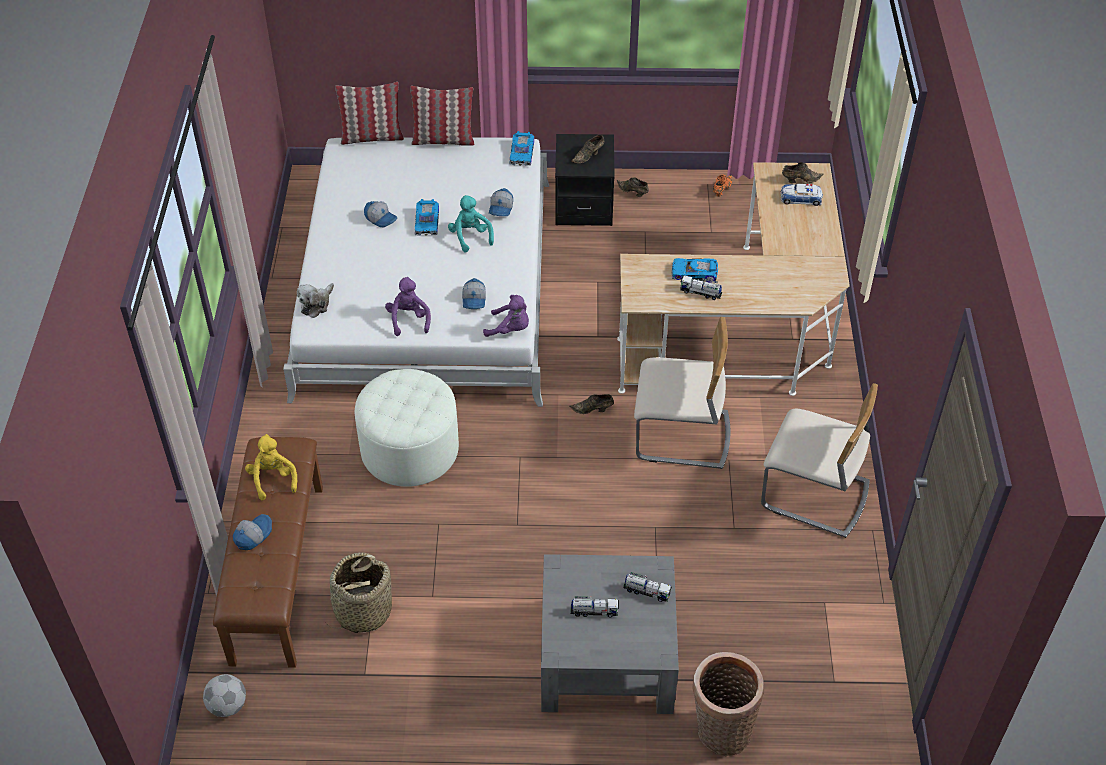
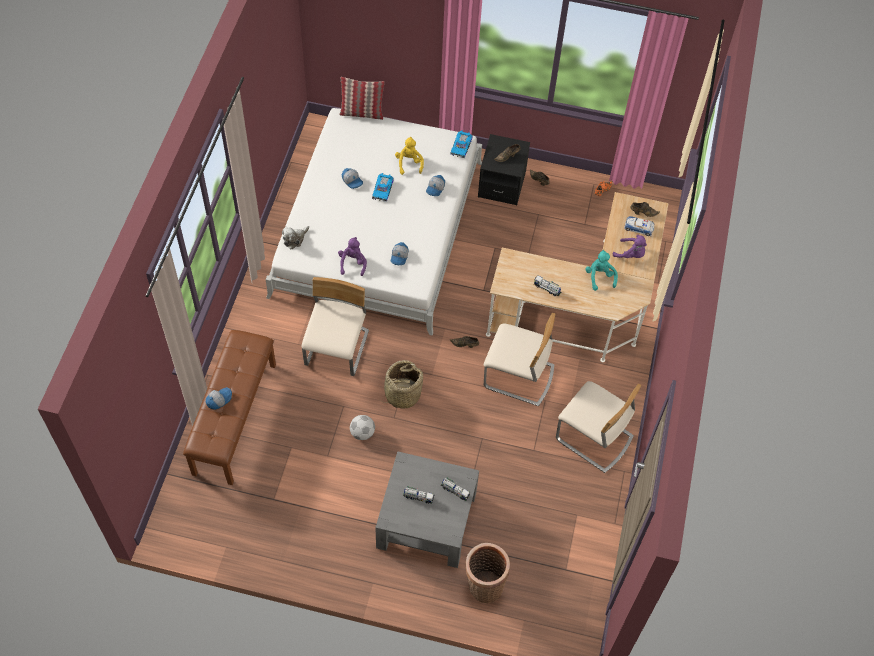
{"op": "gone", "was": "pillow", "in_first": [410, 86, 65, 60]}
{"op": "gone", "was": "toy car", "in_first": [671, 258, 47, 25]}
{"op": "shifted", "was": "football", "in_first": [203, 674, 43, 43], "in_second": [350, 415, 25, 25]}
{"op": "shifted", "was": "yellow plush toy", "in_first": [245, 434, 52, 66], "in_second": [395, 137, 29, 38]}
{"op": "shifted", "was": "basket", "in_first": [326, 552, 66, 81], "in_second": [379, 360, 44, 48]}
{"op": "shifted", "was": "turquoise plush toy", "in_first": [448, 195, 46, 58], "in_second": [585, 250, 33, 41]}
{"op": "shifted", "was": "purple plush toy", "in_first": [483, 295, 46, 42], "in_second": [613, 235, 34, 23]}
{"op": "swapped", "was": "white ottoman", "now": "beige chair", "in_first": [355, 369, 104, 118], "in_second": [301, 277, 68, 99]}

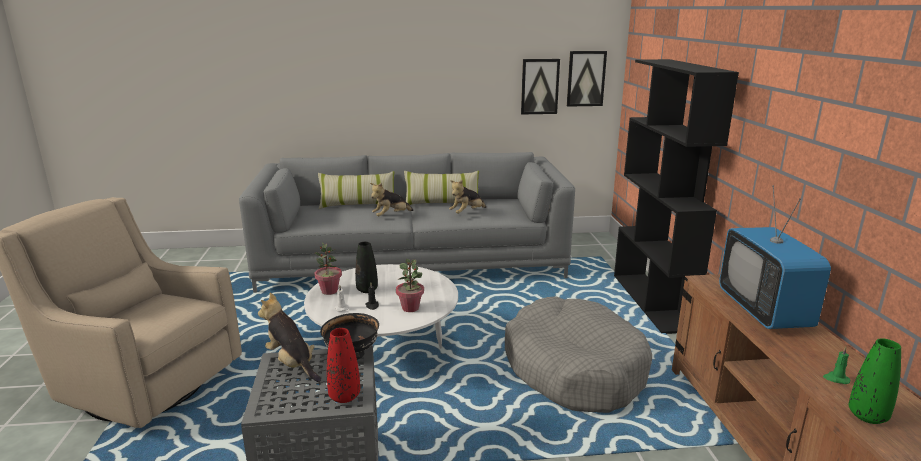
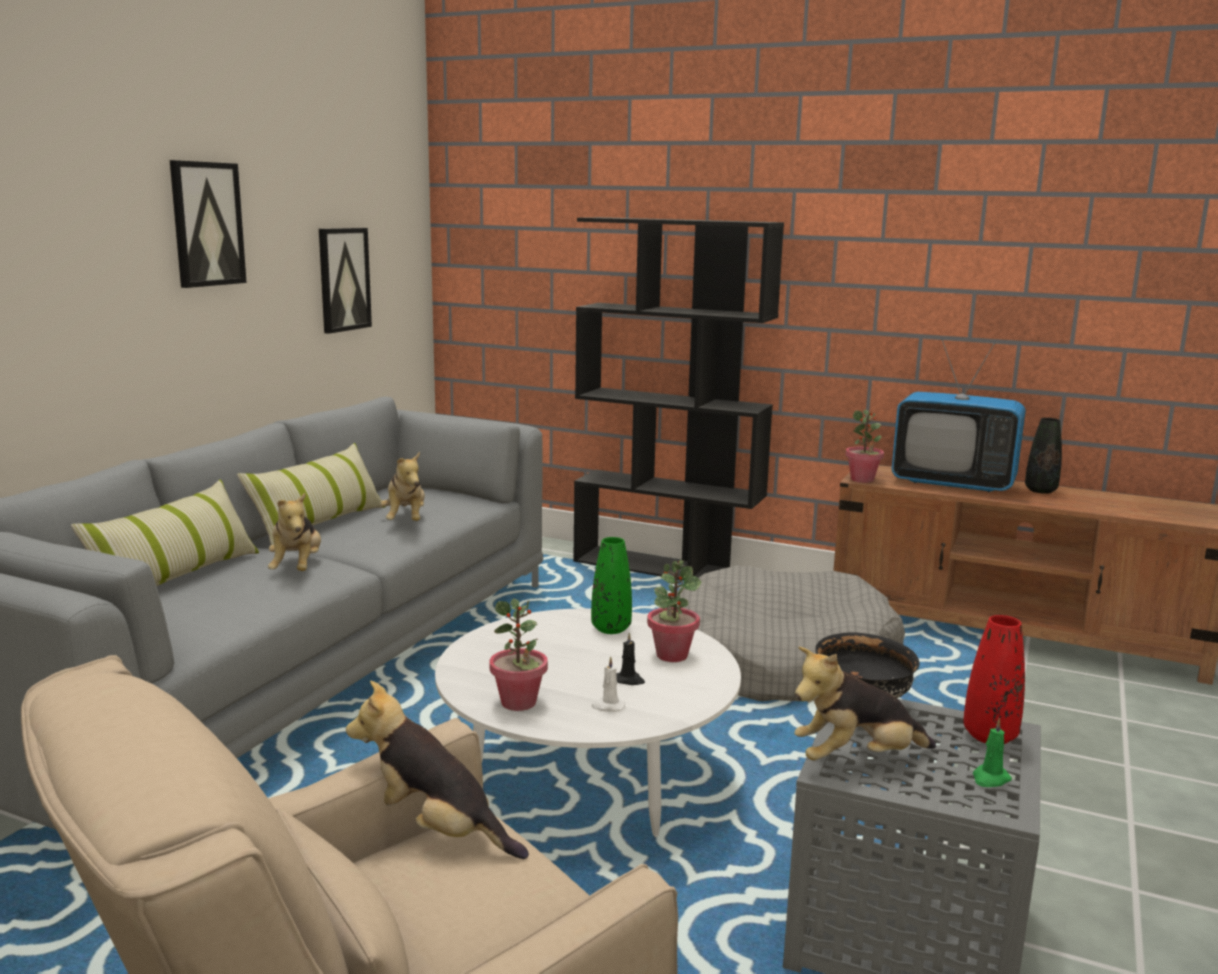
{"op": "new", "now": "plush toy", "in_second": [346, 681, 183, 178]}
{"op": "new", "now": "potted plant", "in_second": [845, 409, 39, 74]}
{"op": "shifted", "was": "black vase", "in_first": [355, 242, 23, 51], "in_second": [1025, 418, 37, 76]}
{"op": "shifted", "was": "picture", "in_first": [567, 51, 40, 56], "in_second": [170, 160, 77, 128]}
{"op": "shifted", "was": "green candle", "in_first": [823, 347, 27, 37], "in_second": [973, 718, 39, 69]}
{"op": "shifted", "was": "green vase", "in_first": [849, 338, 52, 86], "in_second": [591, 537, 41, 97]}

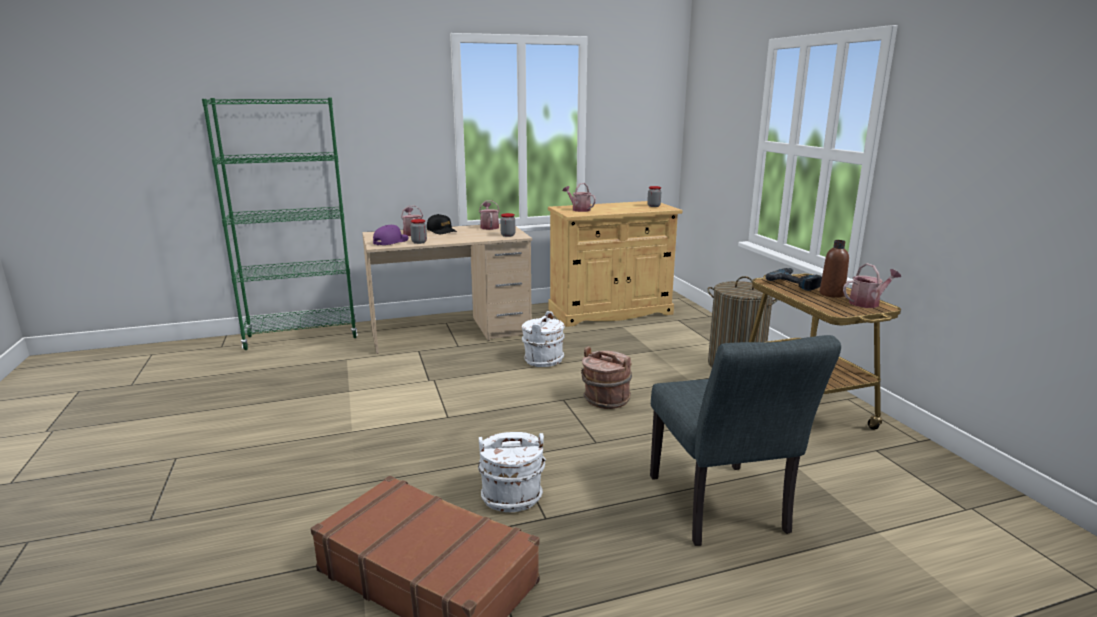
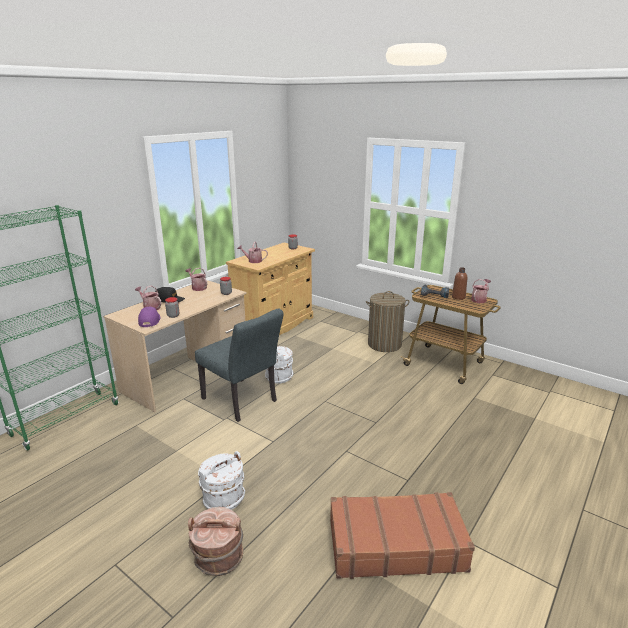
{"op": "shifted", "was": "white bucket", "in_first": [478, 432, 68, 80], "in_second": [198, 451, 47, 59]}
{"op": "shifted", "was": "brown bucket", "in_first": [581, 346, 51, 63], "in_second": [188, 507, 55, 69]}
{"op": "shifted", "was": "grey chair", "in_first": [650, 335, 191, 211], "in_second": [195, 308, 89, 114]}

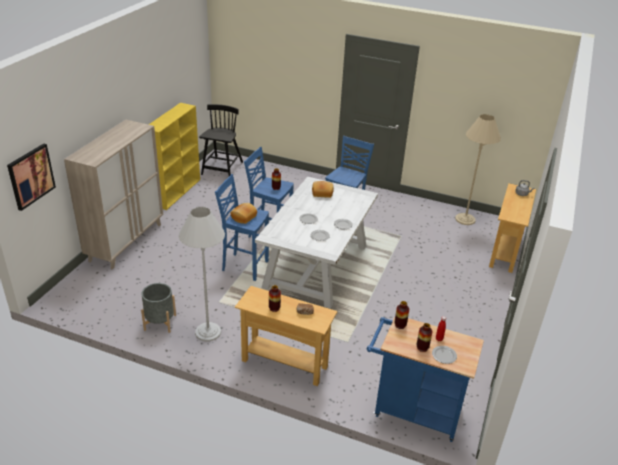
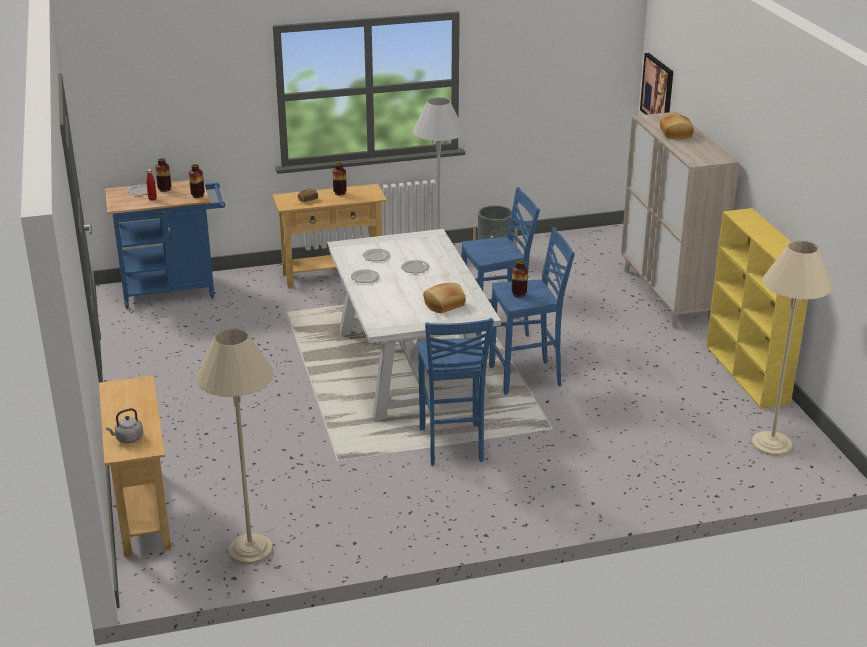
{"op": "shifted", "was": "bread", "in_first": [231, 203, 26, 21], "in_second": [660, 113, 34, 27]}
{"op": "swapped", "was": "black chair", "now": "beige floor lamp", "in_first": [199, 104, 44, 72], "in_second": [752, 241, 81, 215]}

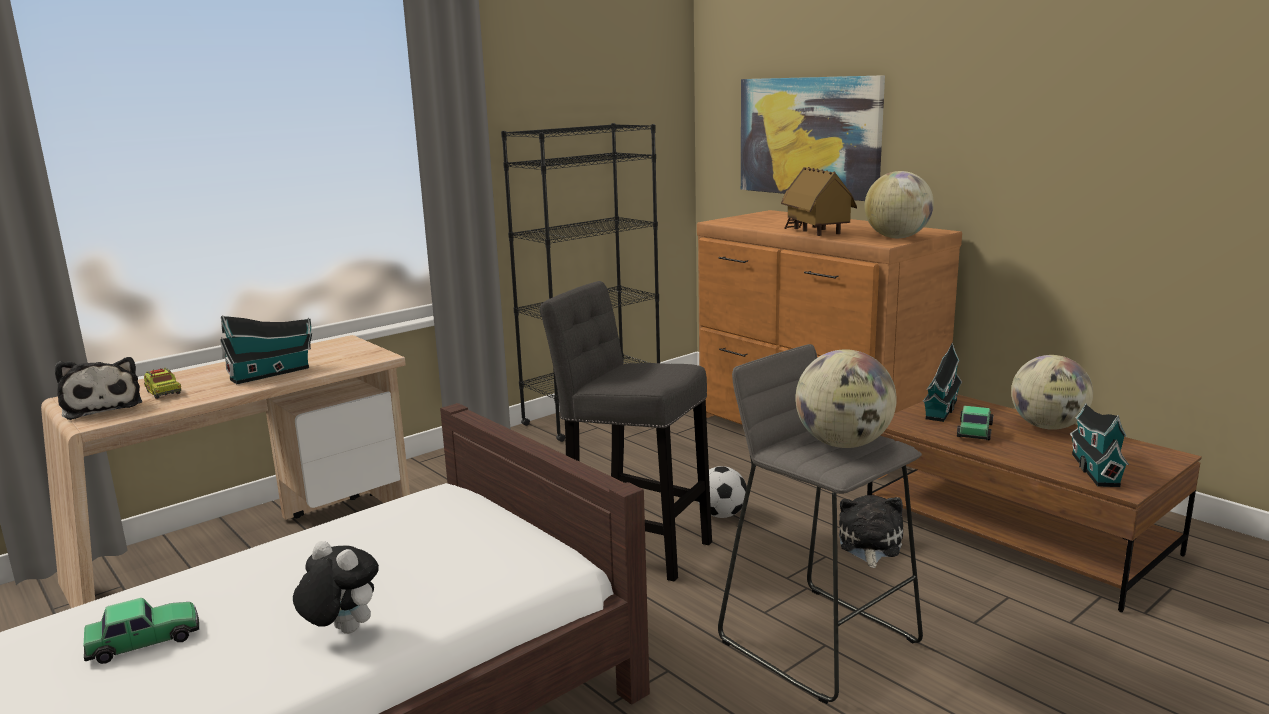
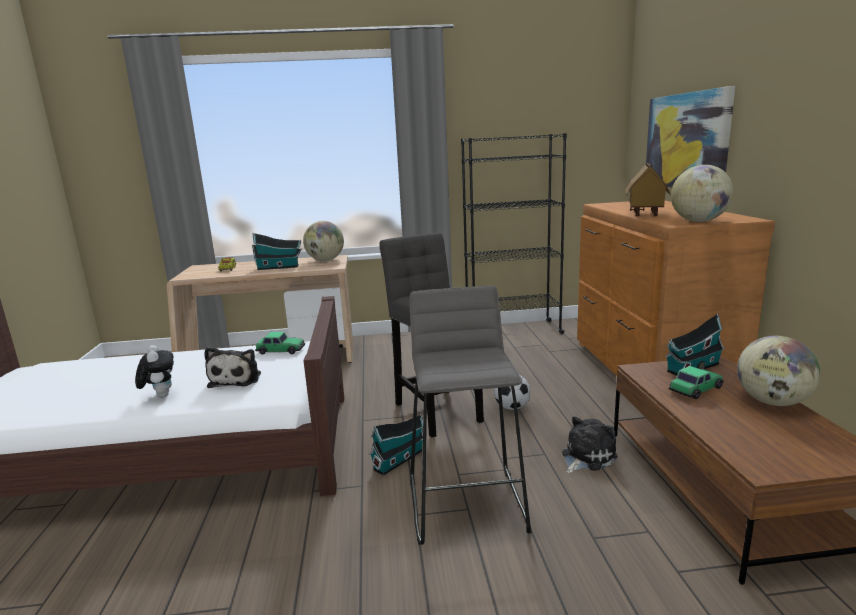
{"op": "shifted", "was": "plush toy", "in_first": [55, 357, 87, 63], "in_second": [204, 347, 57, 41]}
{"op": "shifted", "was": "toy car", "in_first": [84, 598, 115, 66], "in_second": [255, 332, 50, 23]}
{"op": "shifted", "was": "globe", "in_first": [795, 349, 102, 99], "in_second": [303, 221, 41, 40]}
{"op": "shifted", "was": "toy house", "in_first": [1070, 403, 59, 84], "in_second": [369, 414, 54, 62]}

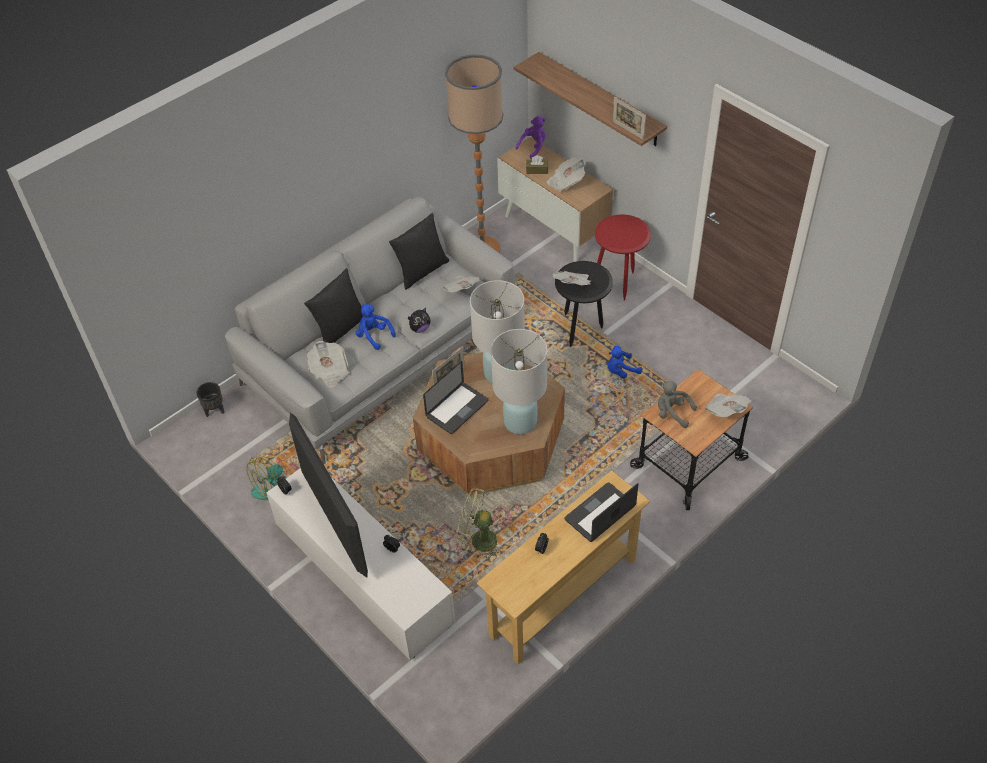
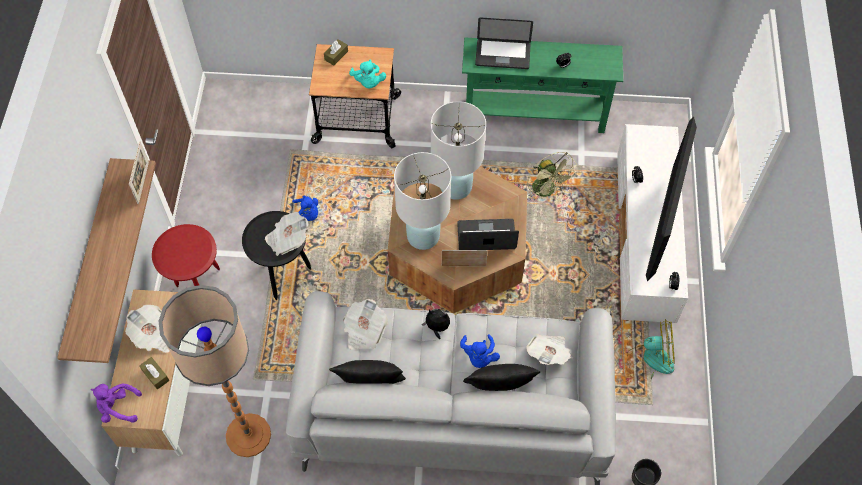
{"op": "swapped", "was": "newspaper", "now": "brown tissue box", "in_first": [704, 393, 47, 24], "in_second": [324, 39, 24, 26]}
{"op": "repainted", "was": "beige console table", "now": "green console table", "in_first": [477, 470, 173, 194], "in_second": [462, 38, 161, 95]}
{"op": "repainted", "was": "grey plush toy", "now": "turquoise plush toy", "in_first": [658, 381, 39, 47], "in_second": [349, 60, 37, 28]}

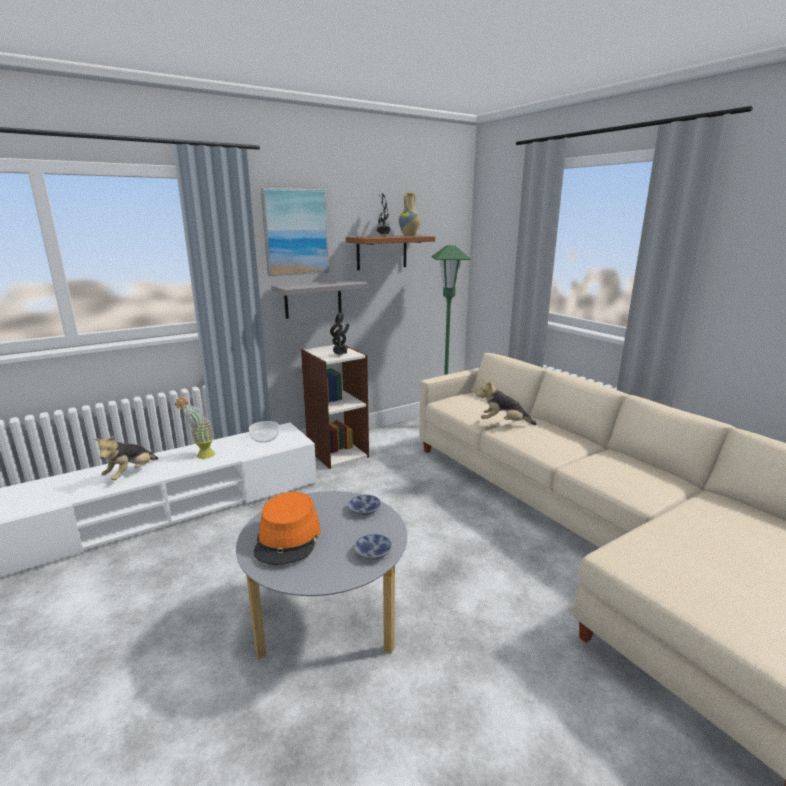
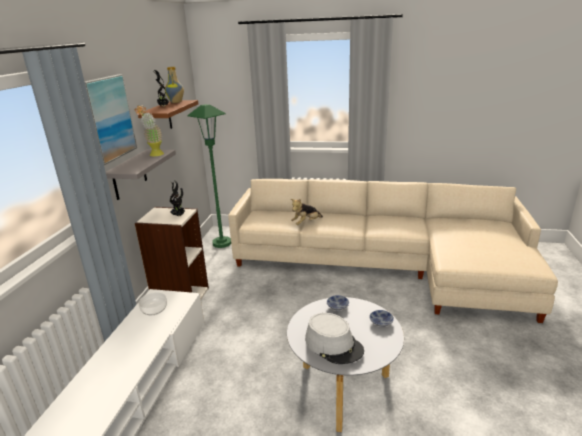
{"op": "gone", "was": "plush toy", "in_first": [94, 436, 64, 44]}
{"op": "shifted", "was": "potted plant", "in_first": [175, 396, 40, 63], "in_second": [135, 106, 29, 50]}
{"op": "repainted", "was": "orange hat", "now": "grey hat", "in_first": [254, 492, 66, 73], "in_second": [305, 313, 59, 51]}

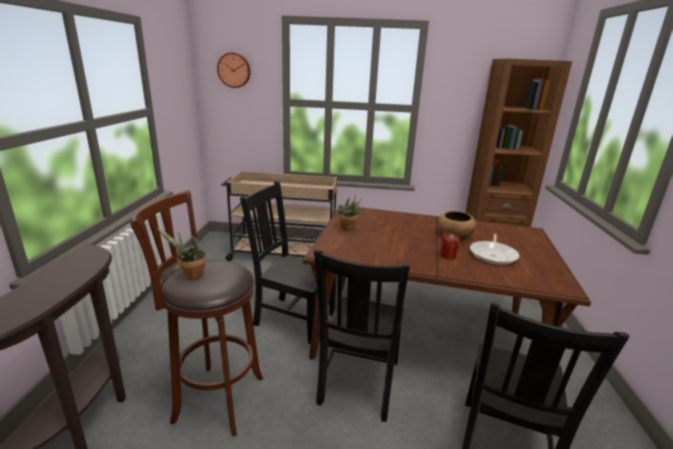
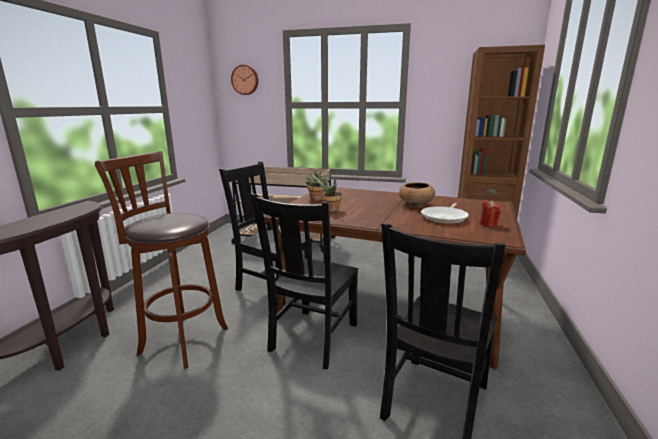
{"op": "shifted", "was": "potted plant", "in_first": [157, 228, 50, 52], "in_second": [309, 173, 33, 39]}
{"op": "shifted", "was": "red candle", "in_first": [439, 234, 20, 26], "in_second": [480, 200, 20, 27]}

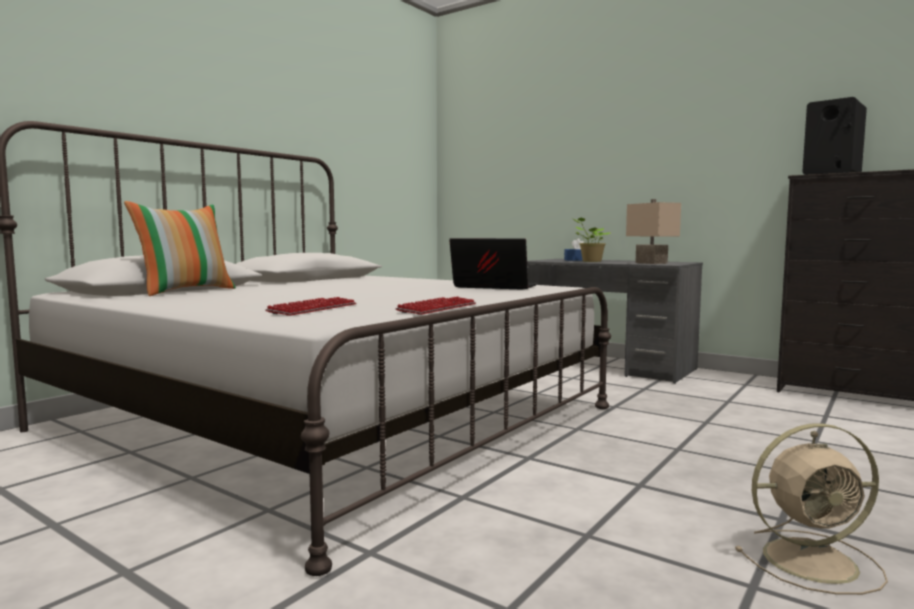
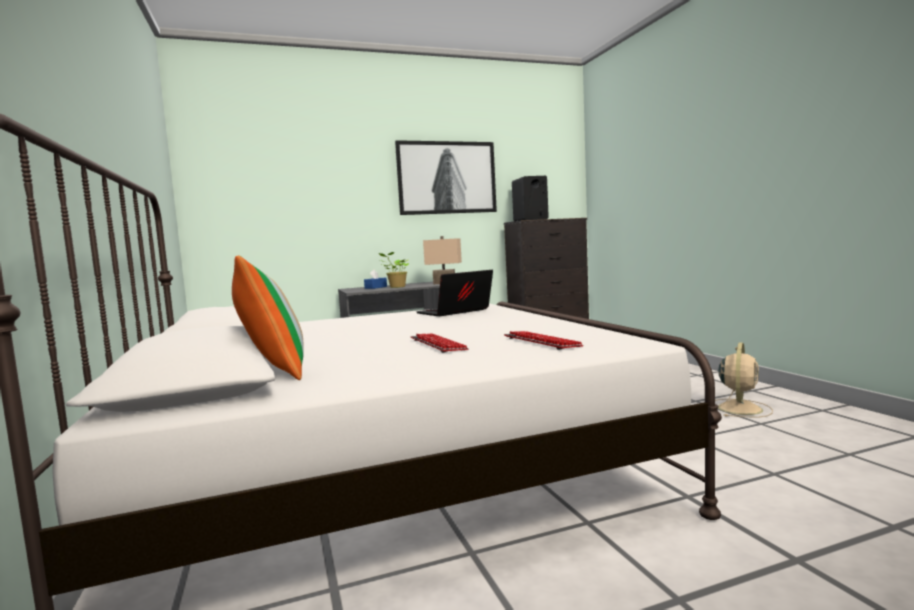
{"op": "new", "now": "picture", "in_second": [395, 140, 102, 75]}
{"op": "shifted", "was": "keyboard", "in_first": [395, 297, 81, 18], "in_second": [411, 333, 58, 20]}

